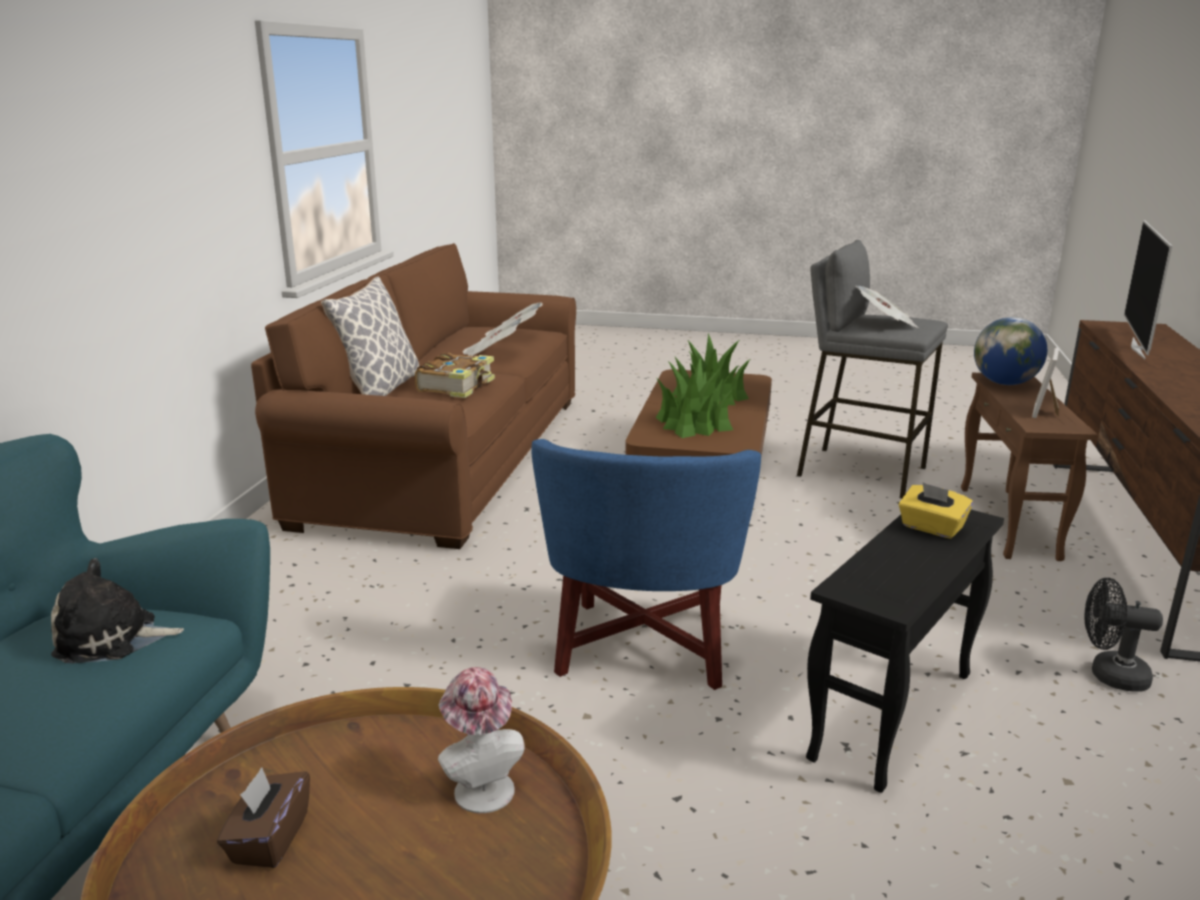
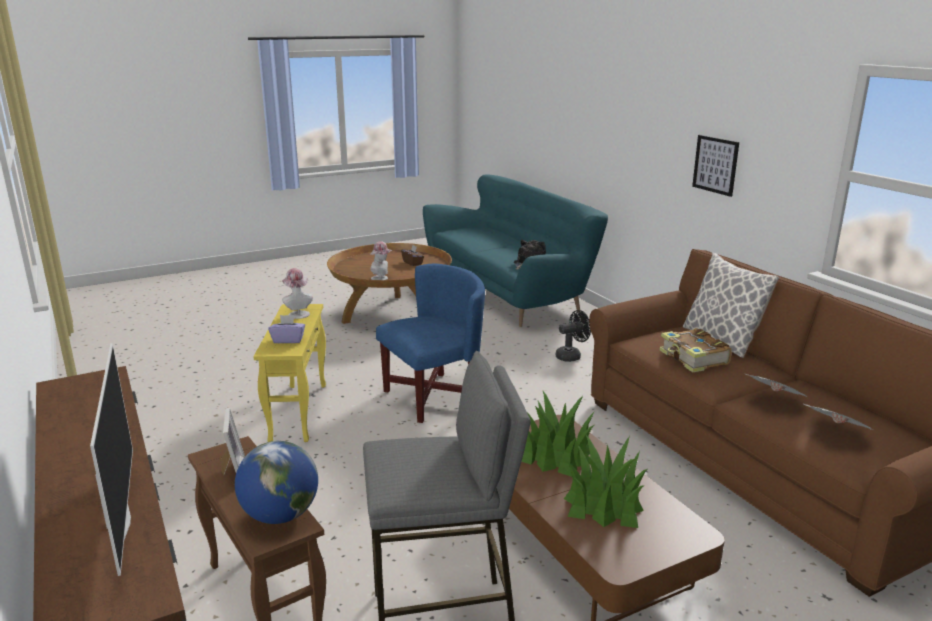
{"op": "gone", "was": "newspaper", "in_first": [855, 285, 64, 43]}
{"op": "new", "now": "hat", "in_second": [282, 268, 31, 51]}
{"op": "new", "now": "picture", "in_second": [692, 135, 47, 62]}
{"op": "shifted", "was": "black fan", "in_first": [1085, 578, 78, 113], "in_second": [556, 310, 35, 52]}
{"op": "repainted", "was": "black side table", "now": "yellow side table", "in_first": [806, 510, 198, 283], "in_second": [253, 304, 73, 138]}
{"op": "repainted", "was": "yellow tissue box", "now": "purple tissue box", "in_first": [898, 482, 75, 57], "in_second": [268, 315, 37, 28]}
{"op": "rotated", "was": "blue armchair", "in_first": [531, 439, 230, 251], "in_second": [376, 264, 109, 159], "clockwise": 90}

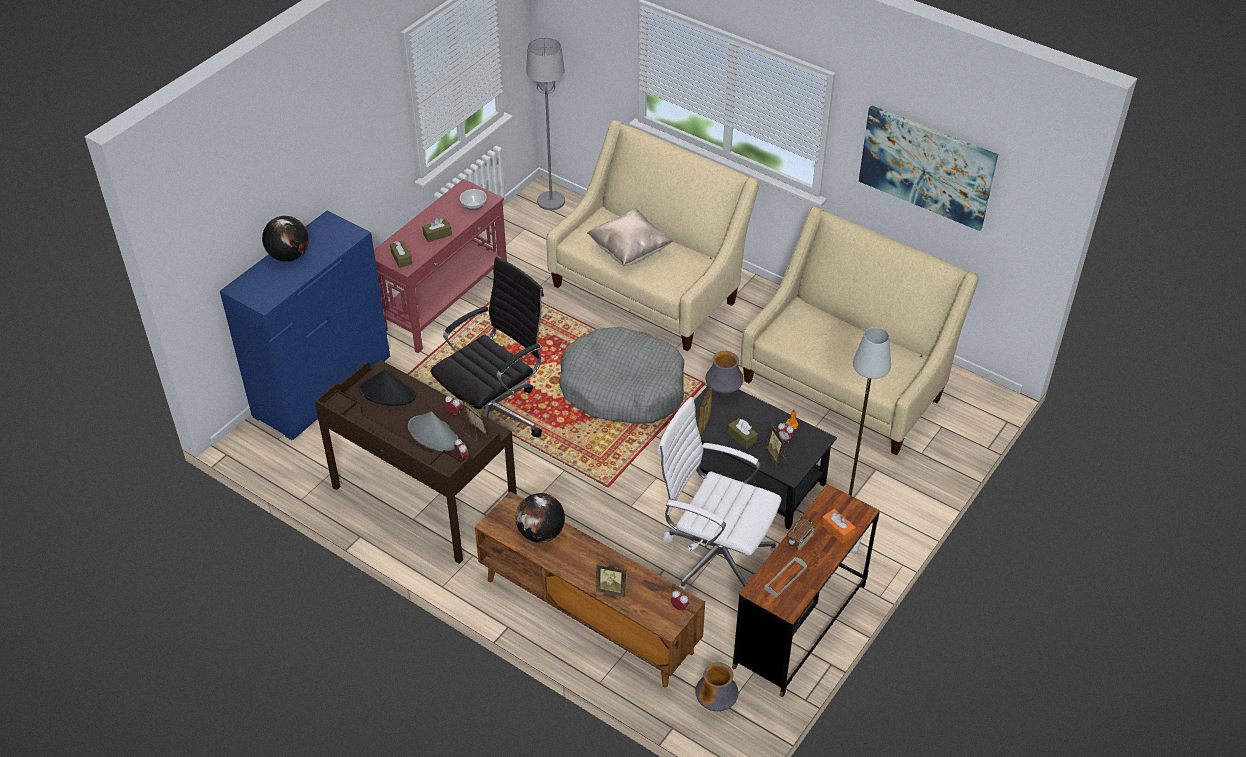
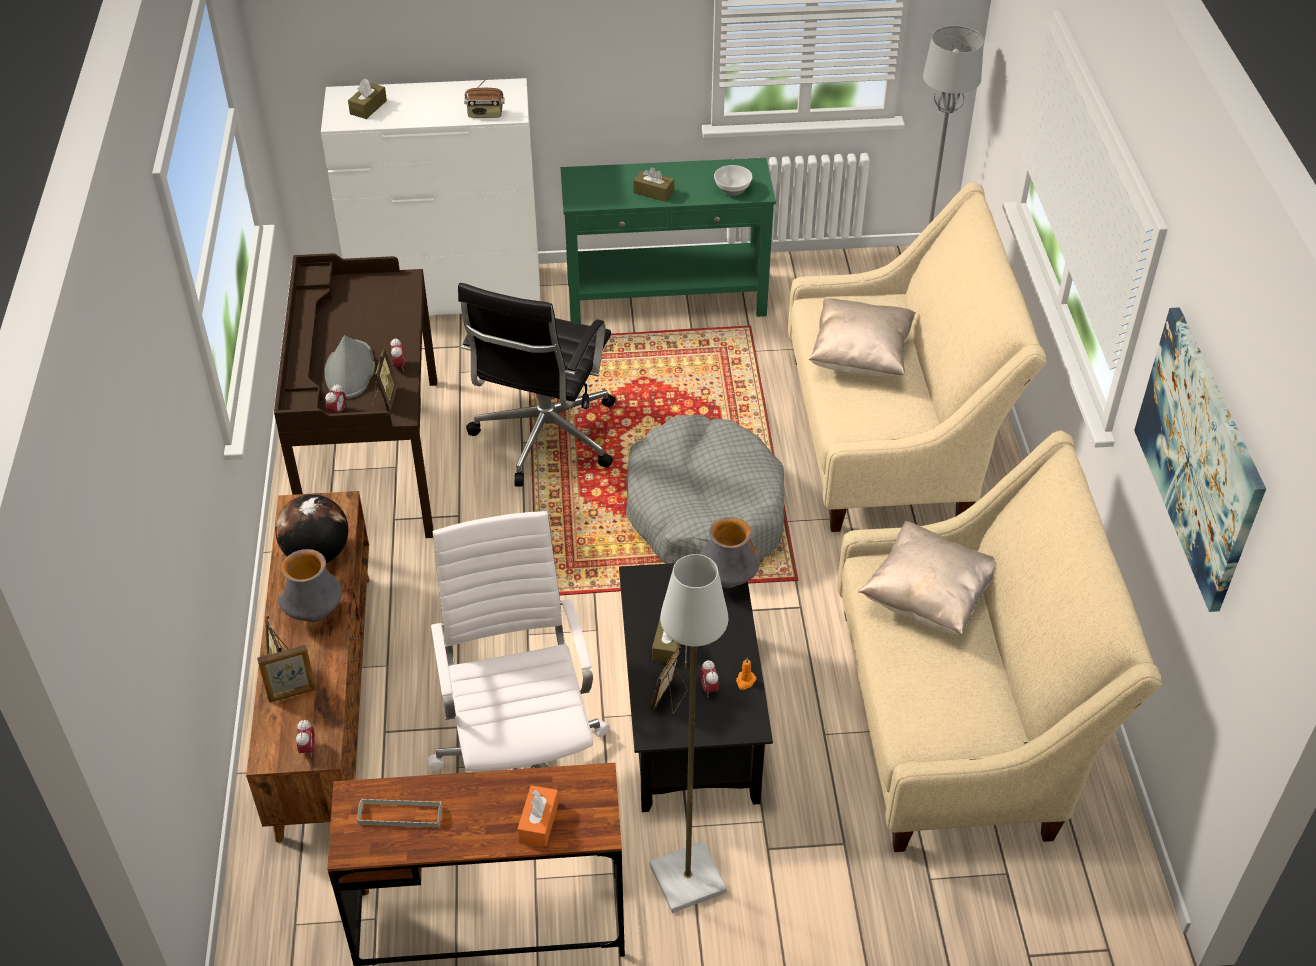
{"op": "gone", "was": "globe", "in_first": [262, 216, 47, 46]}
{"op": "gone", "was": "black hat", "in_first": [359, 369, 57, 37]}
{"op": "new", "now": "beige pillow", "in_second": [858, 520, 137, 115]}
{"op": "shifted", "was": "brown tissue box", "in_first": [390, 241, 22, 27], "in_second": [348, 79, 39, 40]}
{"op": "shifted", "was": "vase", "in_first": [695, 662, 43, 49], "in_second": [278, 549, 64, 73]}
{"op": "shifted", "was": "picture frame", "in_first": [698, 388, 14, 46], "in_second": [257, 645, 59, 57]}
{"op": "shifted", "was": "radio", "in_first": [786, 514, 29, 37], "in_second": [464, 76, 41, 42]}
{"op": "repainted", "was": "blue dresser", "now": "white dresser", "in_first": [220, 210, 170, 230], "in_second": [321, 78, 220, 237]}
{"op": "repainted", "was": "red console table", "now": "green console table", "in_first": [374, 179, 133, 174], "in_second": [561, 158, 215, 166]}
{"op": "rotated", "was": "black office chair", "in_first": [430, 257, 114, 180], "in_second": [458, 283, 158, 203], "clockwise": 105}

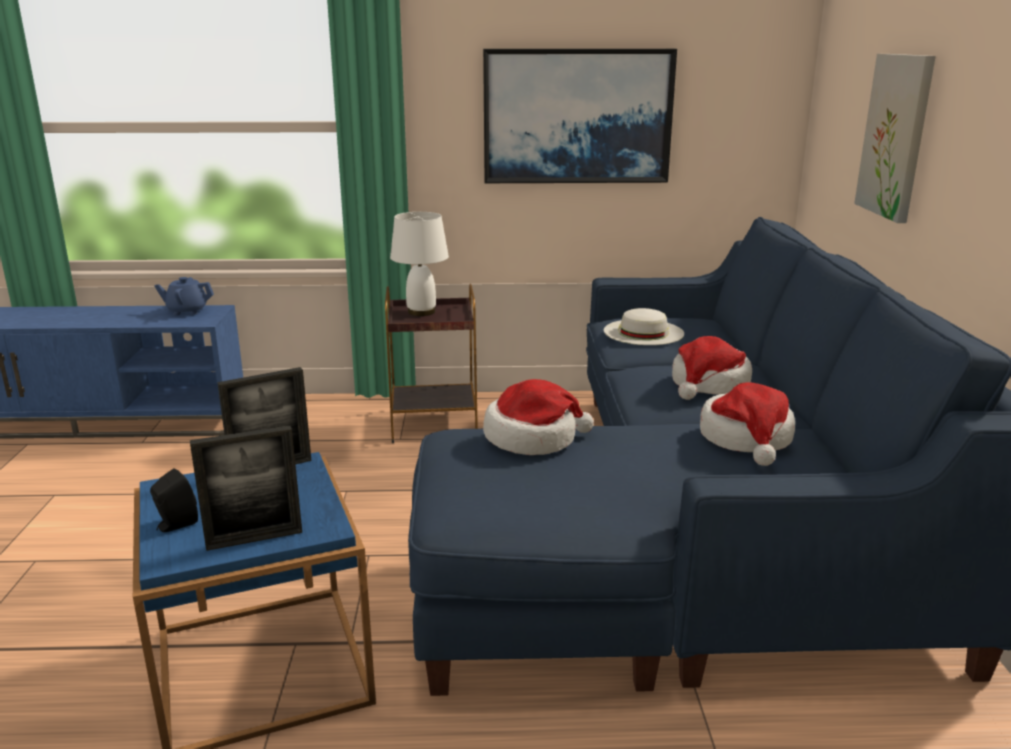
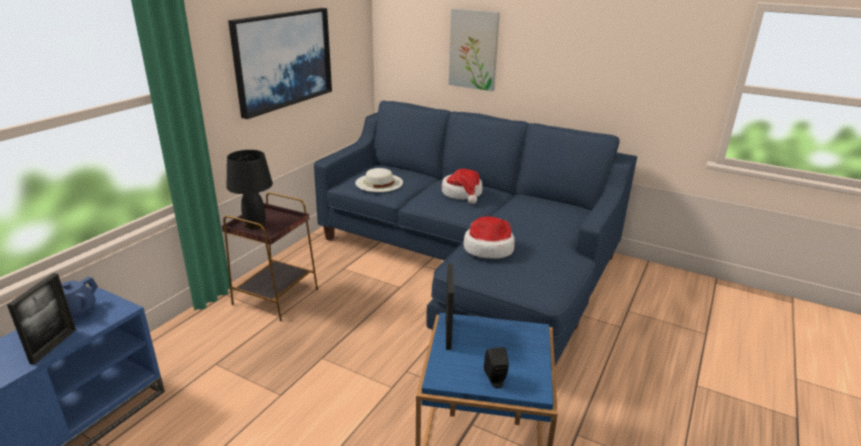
{"op": "gone", "was": "hat", "in_first": [700, 382, 95, 84]}
{"op": "shifted", "was": "picture frame", "in_first": [190, 425, 112, 126], "in_second": [7, 273, 69, 92]}
{"op": "repainted", "was": "white table lamp", "now": "black table lamp", "in_first": [390, 212, 59, 104], "in_second": [227, 150, 46, 79]}

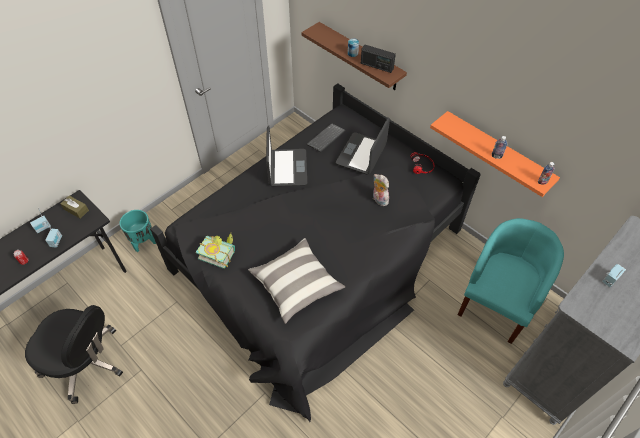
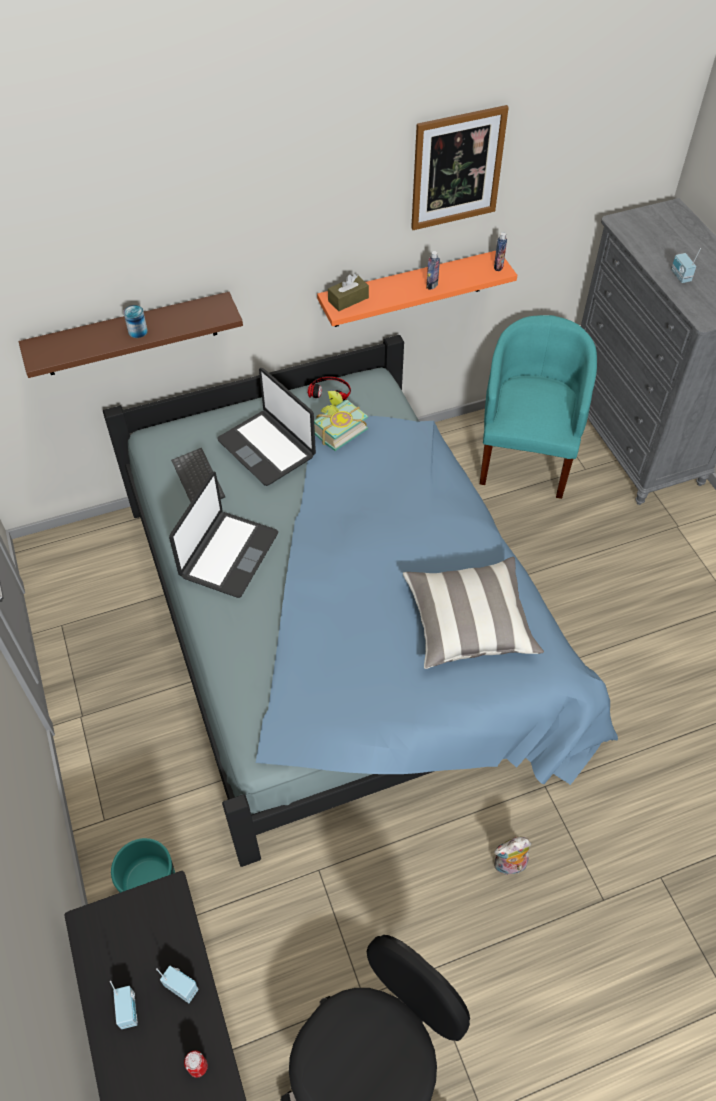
{"op": "gone", "was": "radio", "in_first": [361, 45, 35, 28]}
{"op": "new", "now": "picture", "in_second": [411, 105, 98, 125]}
{"op": "shifted", "was": "brown tissue box", "in_first": [60, 196, 29, 23], "in_second": [328, 274, 41, 37]}
{"op": "shifted", "was": "book", "in_first": [196, 233, 39, 36], "in_second": [314, 391, 54, 60]}
{"op": "shifted", "was": "plush toy", "in_first": [373, 174, 16, 32], "in_second": [494, 837, 37, 38]}
{"op": "repainted", "was": "black bed", "now": "blue bed", "in_first": [150, 84, 331, 338], "in_second": [103, 335, 515, 532]}
{"op": "rotated", "was": "laptop", "in_first": [266, 126, 41, 61], "in_second": [169, 471, 109, 127], "clockwise": 90}
{"op": "rotated", "was": "turquoise armchair", "in_first": [458, 218, 106, 126], "in_second": [480, 315, 117, 184], "clockwise": 45}

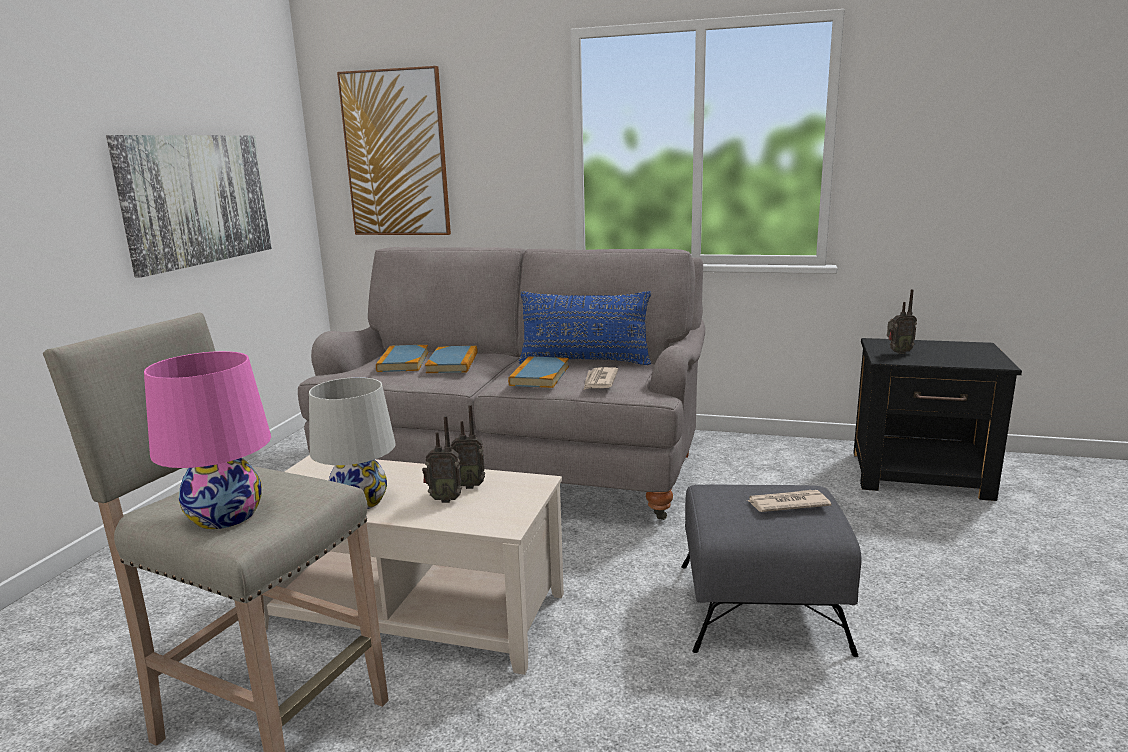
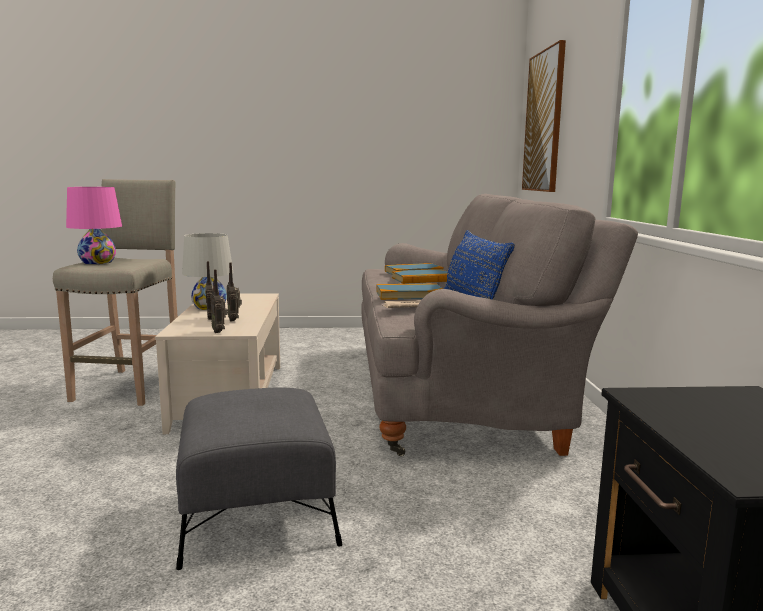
{"op": "gone", "was": "picture", "in_first": [106, 135, 166, 142]}
{"op": "gone", "was": "newspaper", "in_first": [746, 490, 85, 22]}
{"op": "shifted", "was": "radio", "in_first": [887, 289, 30, 65], "in_second": [210, 269, 18, 64]}

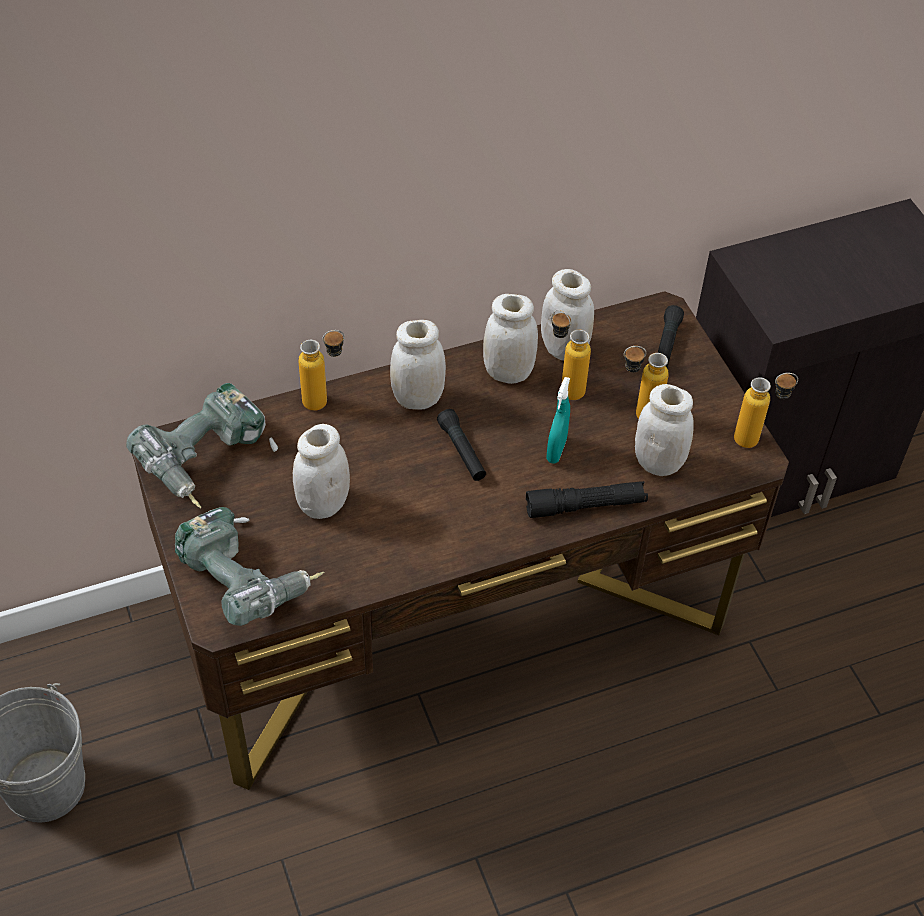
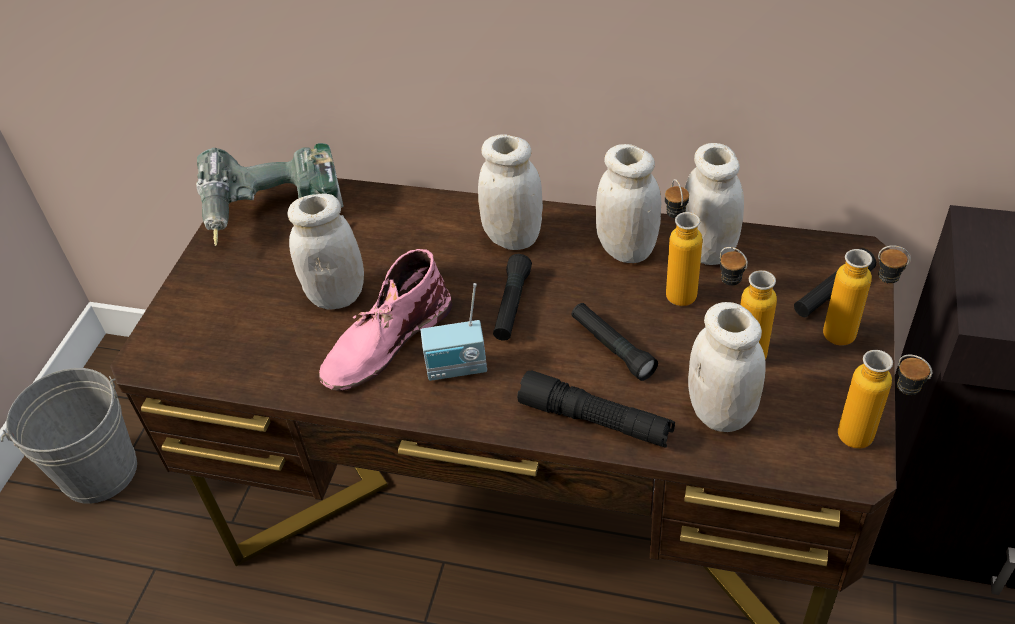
{"op": "gone", "was": "power drill", "in_first": [175, 507, 150, 119]}
{"op": "new", "now": "pink boot", "in_second": [319, 249, 133, 142]}
{"op": "new", "now": "radio", "in_second": [421, 283, 66, 98]}
{"op": "shifted", "was": "bottle", "in_first": [298, 330, 47, 81], "in_second": [823, 245, 88, 101]}
{"op": "swapped", "was": "turquoise spray bottle", "now": "black flashlight", "in_first": [547, 377, 23, 87], "in_second": [572, 303, 86, 78]}

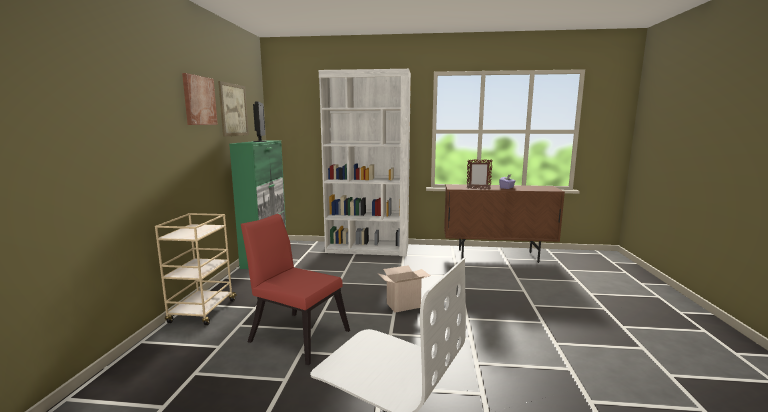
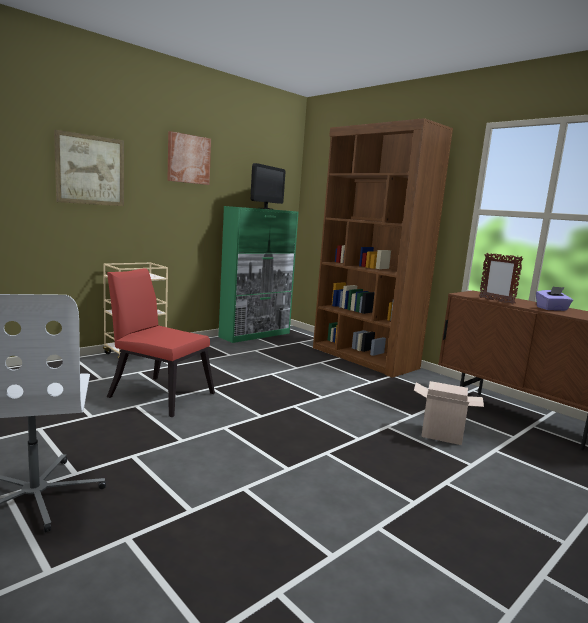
{"op": "shifted", "was": "picture", "in_first": [218, 81, 31, 56], "in_second": [54, 130, 70, 76]}
{"op": "shifted", "was": "cardboard box", "in_first": [378, 265, 53, 48], "in_second": [414, 381, 70, 64]}
{"op": "repainted", "was": "white bookcase", "now": "brown bookcase", "in_first": [319, 69, 92, 187], "in_second": [313, 118, 140, 260]}
{"op": "rotated", "was": "red chair", "in_first": [241, 214, 109, 151], "in_second": [107, 268, 108, 149], "clockwise": -45}

